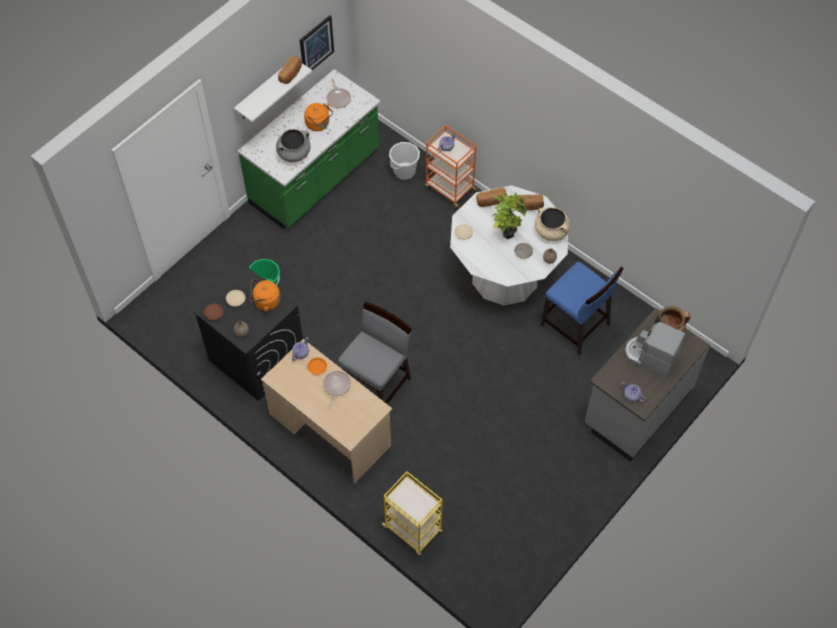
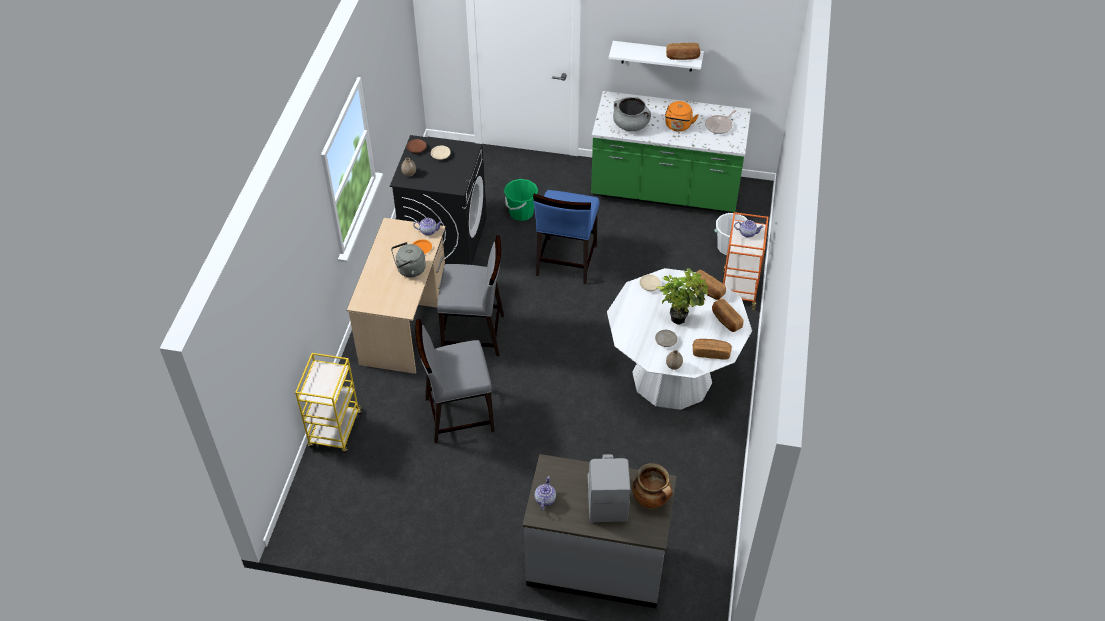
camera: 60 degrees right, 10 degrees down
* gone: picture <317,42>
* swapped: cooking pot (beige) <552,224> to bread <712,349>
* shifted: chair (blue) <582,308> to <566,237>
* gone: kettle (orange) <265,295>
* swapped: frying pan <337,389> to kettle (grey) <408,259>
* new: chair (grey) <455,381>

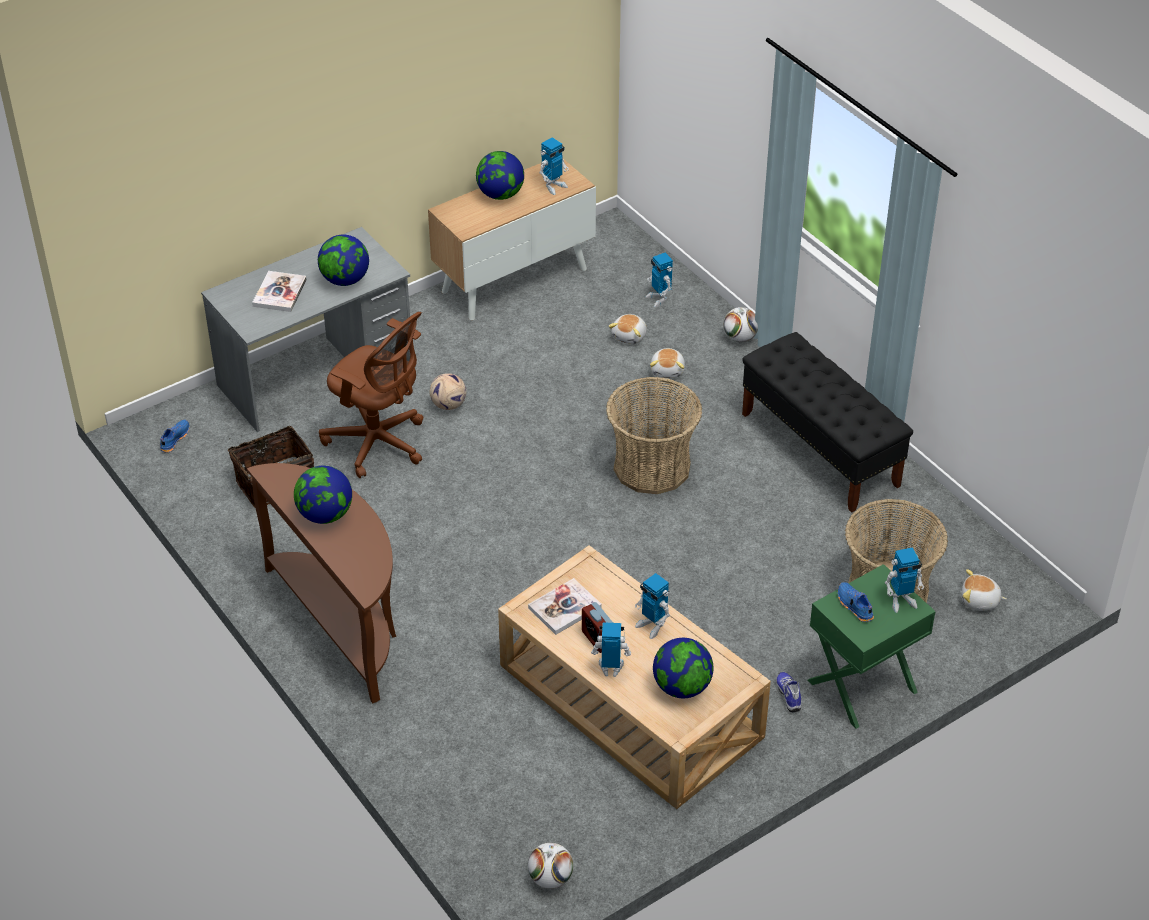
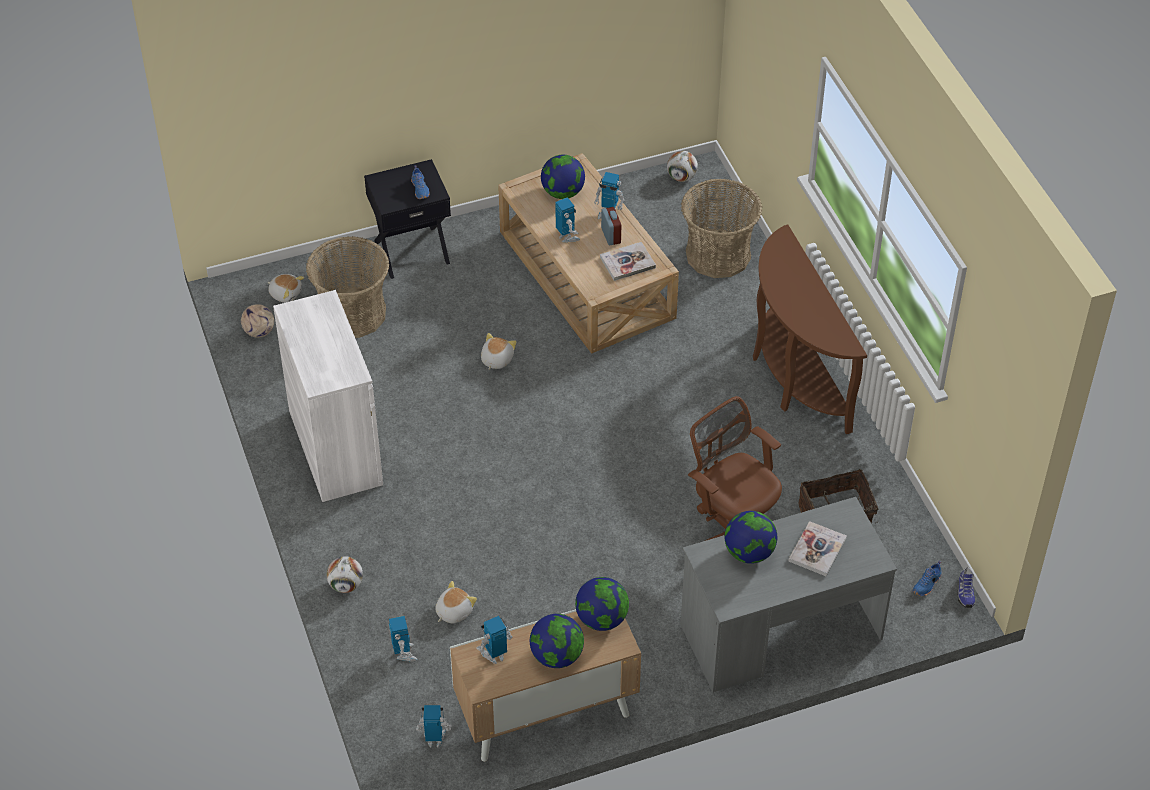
camera: 165 degrees left, 5 degrees up
* swapped: bench (black) <827,422> to cabinet (white) <328,396>
* shifted: plush toy <667,363> to <499,351>
* shifted: football <448,391> to <257,320>
* shifted: basket <654,435> to <721,228>
* shifted: globe <323,495> to <602,604>
* shifted: toy robot <904,580> to <434,726>
* repainted: nightstand (green) <871,646> to nightstand (black) <407,219>
* shifted: shoe <788,692> to <966,587>

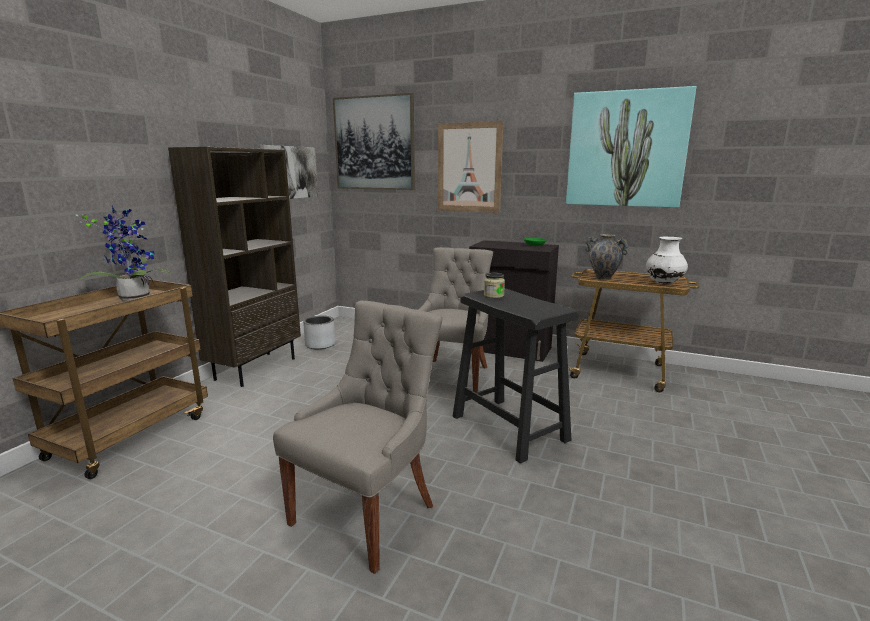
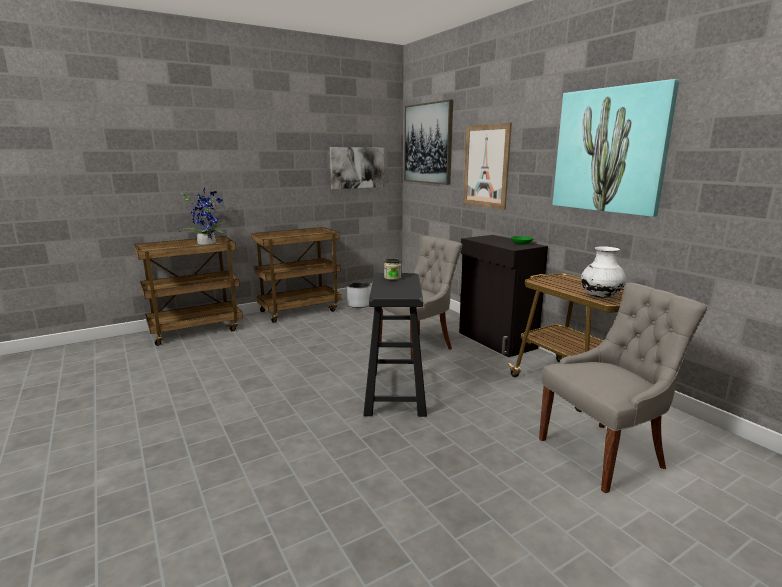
camera: 35 degrees right, 0 degrees up
* swapped: bookcase (brown) <234,267> to cart (brown) <296,275>
* gone: vase <606,257>
* shifted: chair (grey) <358,437> to <623,388>

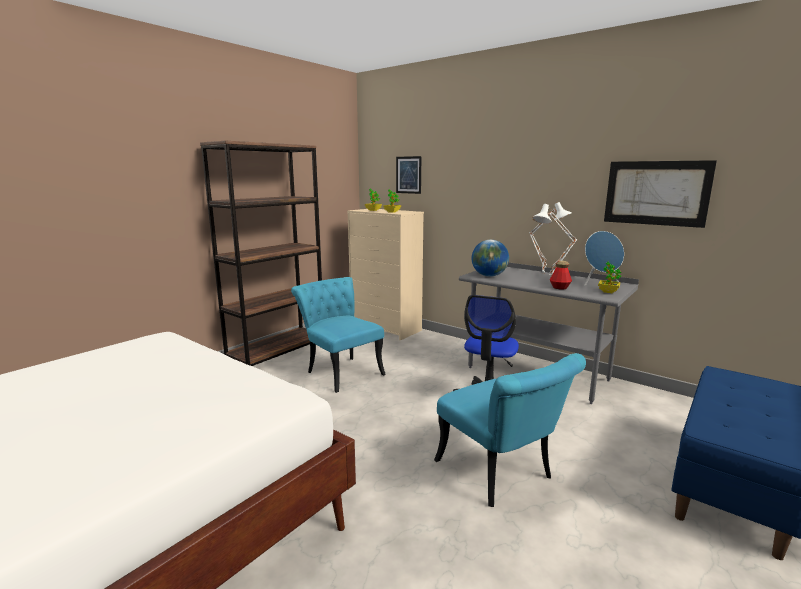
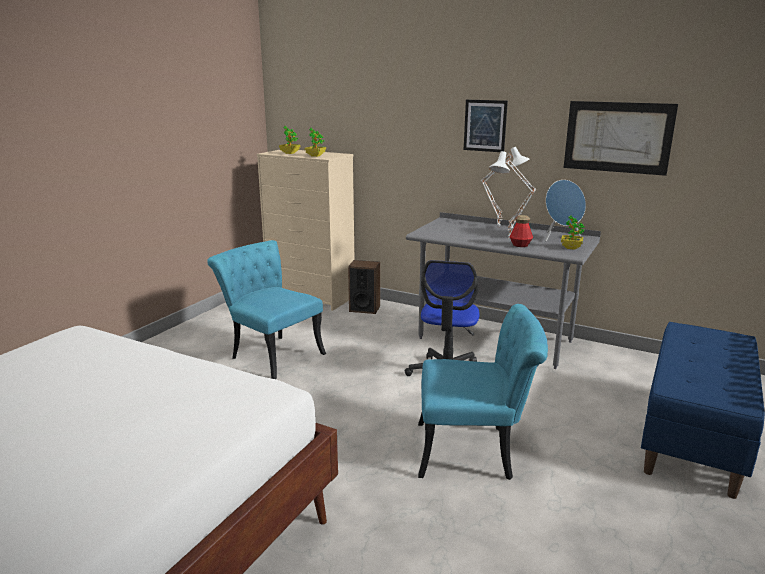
camera: 10 degrees left, 5 degrees up
* gone: bookcase (brown) <261,253>
* shifted: picture <408,175> to <486,126>
* gone: globe <490,258>
* rotated: chair (turquoise) <510,430> = <483,392> 45 degrees counterclockwise
* new: speaker <364,287>

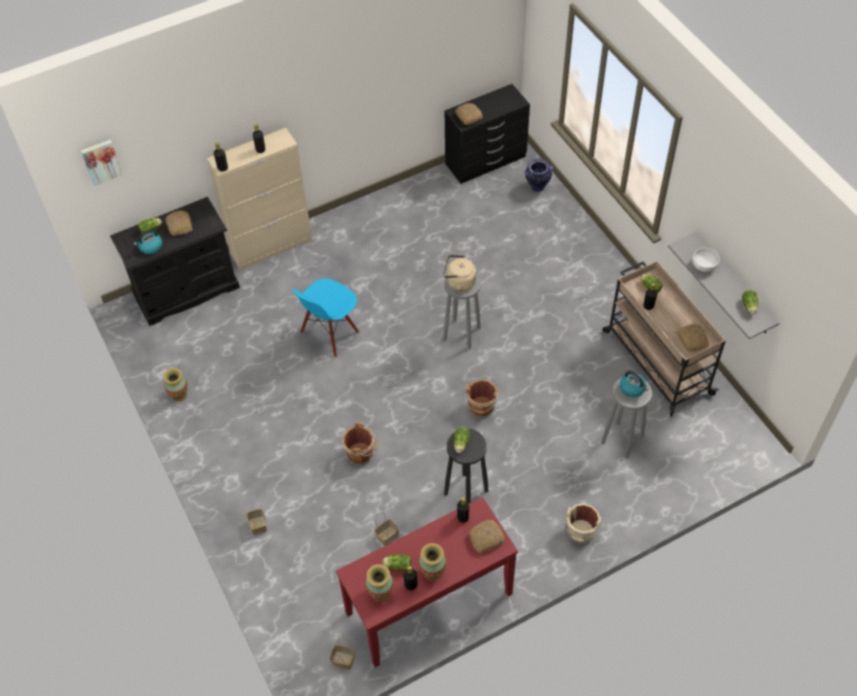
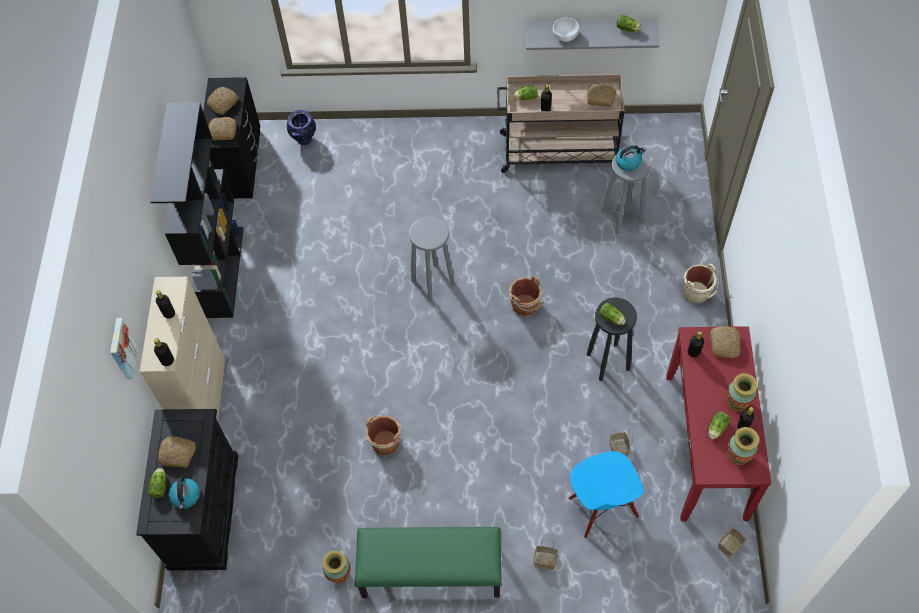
camera: 60 degrees left, 5 degrees up
* shifted: picture <102,163> to <124,348>
* gone: kettle (beige) <459,273>
* shifted: chair (blue) <325,317> to <606,494>
* shifted: bucket (brown) <360,443> to <385,436>
* new: bread <222,101>
* new: bookcase (black) <197,210>
* new: bench (green) <428,562>

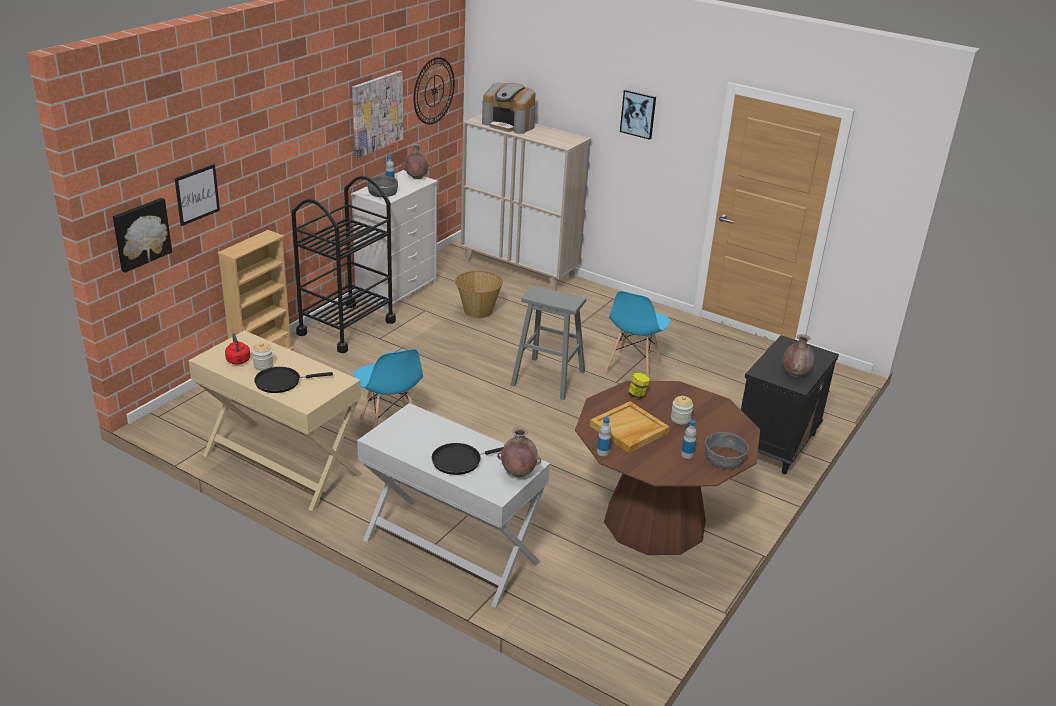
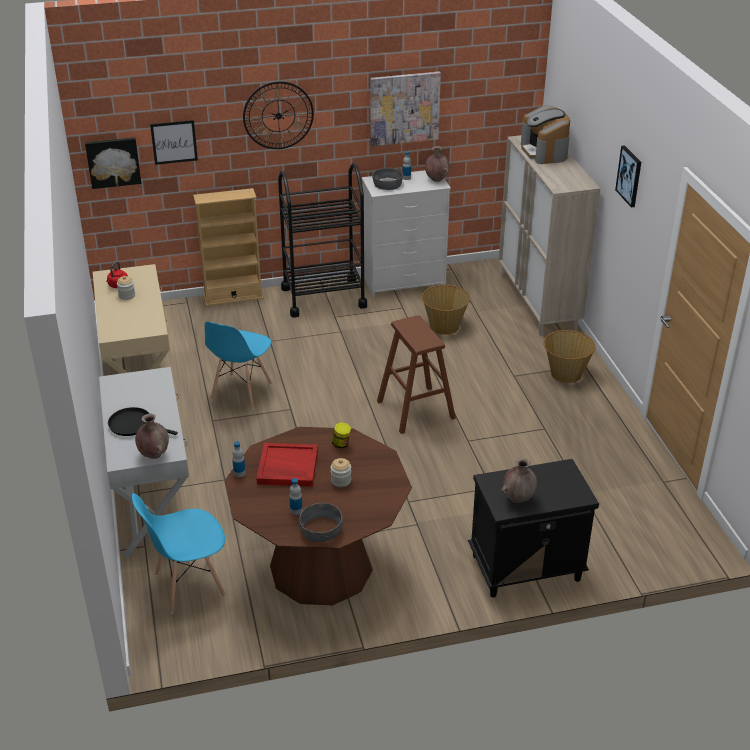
camera: 45 degrees right, 5 degrees up
* shifted: wall clock <434,91> to <278,115>
* repainted: stool (grey) <548,343> to stool (brown) <416,374>
* shifted: chair (blue) <637,334> to <179,553>
* gone: frying pan (black) <293,380>
* repainted: tray (beige) <630,427> to tray (red) <287,465>
* new: basket <569,356>

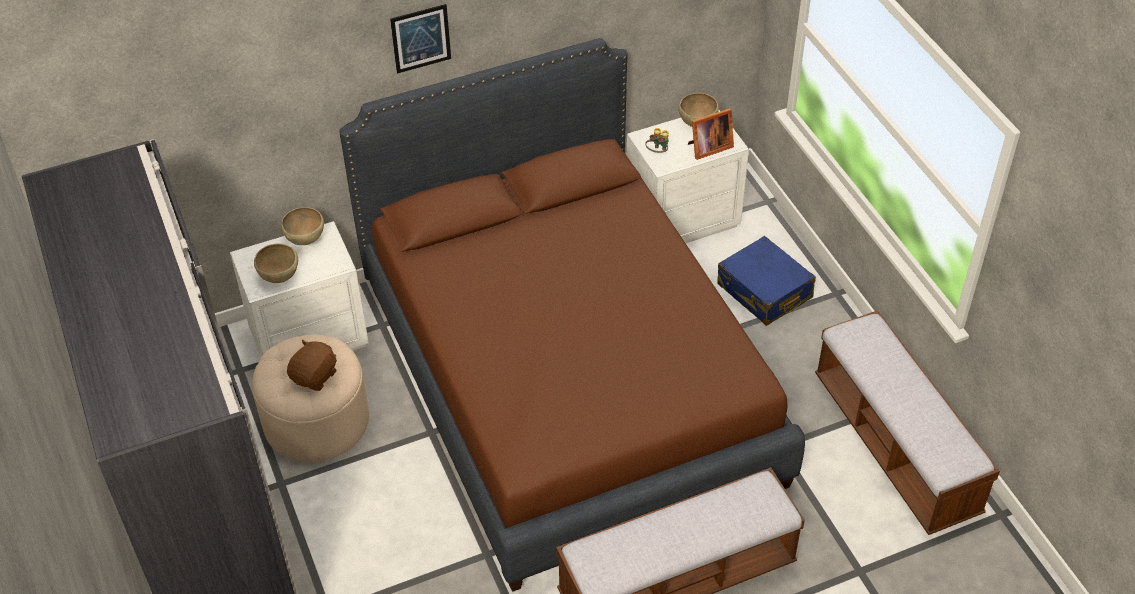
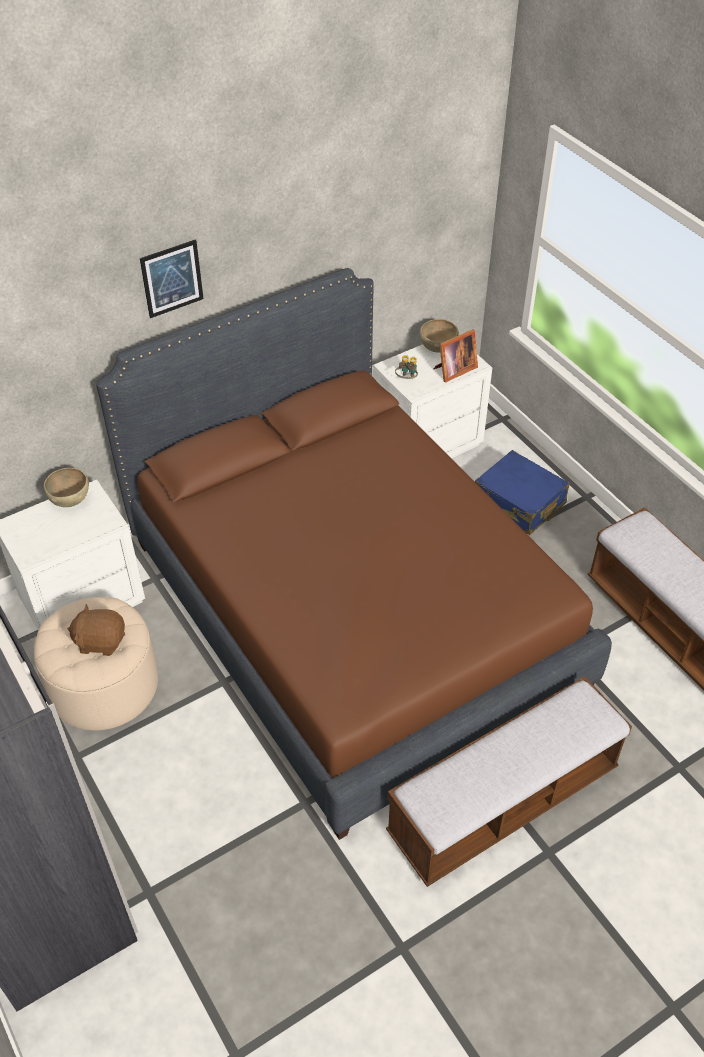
camera: 10 degrees left, 0 degrees up
* gone: bowl (brown) <276,263>
* rotated: plush toy (brown) <312,365> = <96,630> 105 degrees counterclockwise

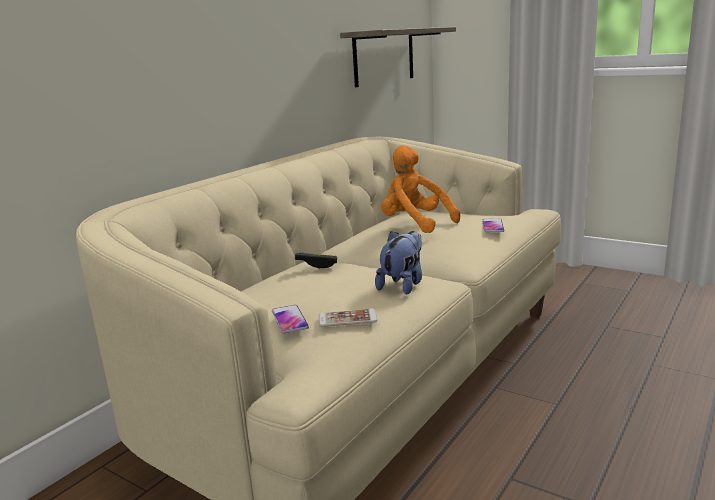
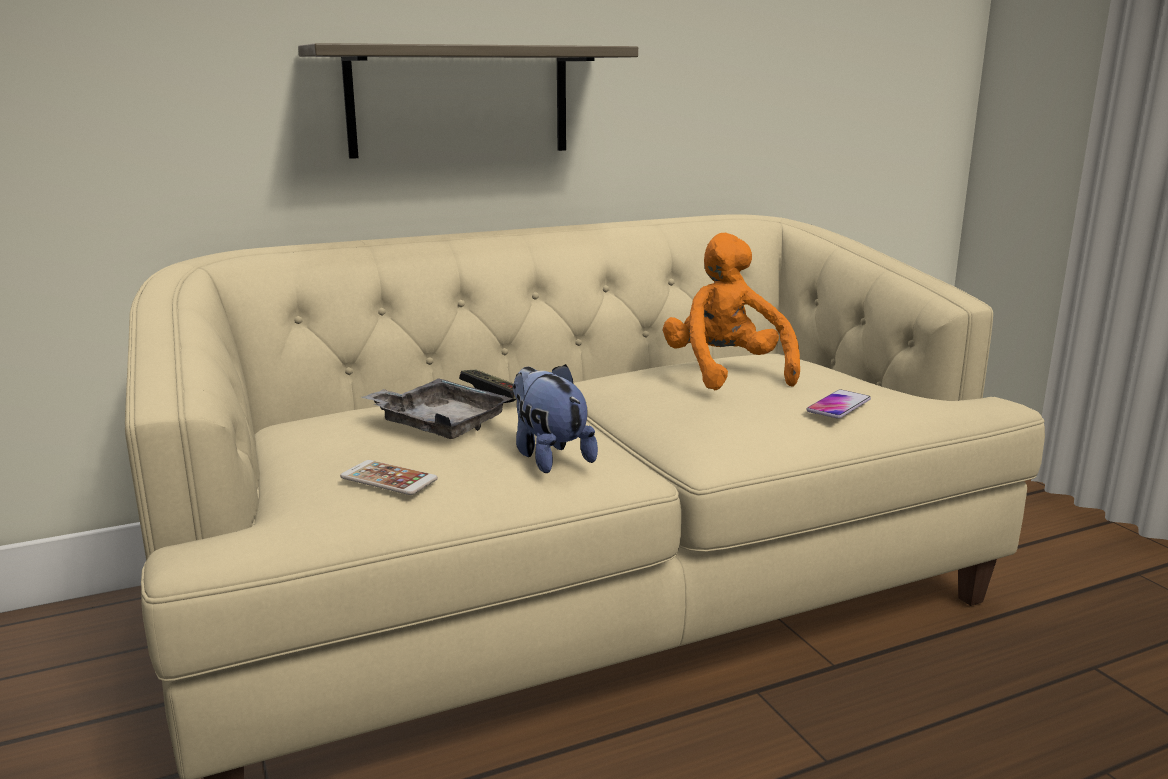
camera: 30 degrees right, 0 degrees up
* shifted: shelf <398,57> to <468,101>
* rotated: plush toy <398,263> = <555,418> 90 degrees counterclockwise
* gone: phone <290,319>
* new: tray (grey) <437,408>

